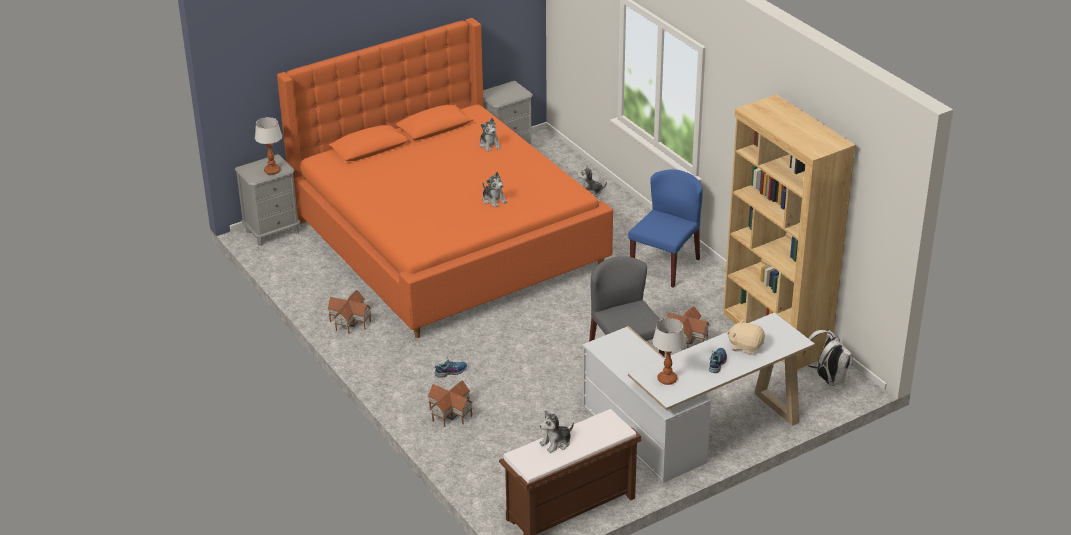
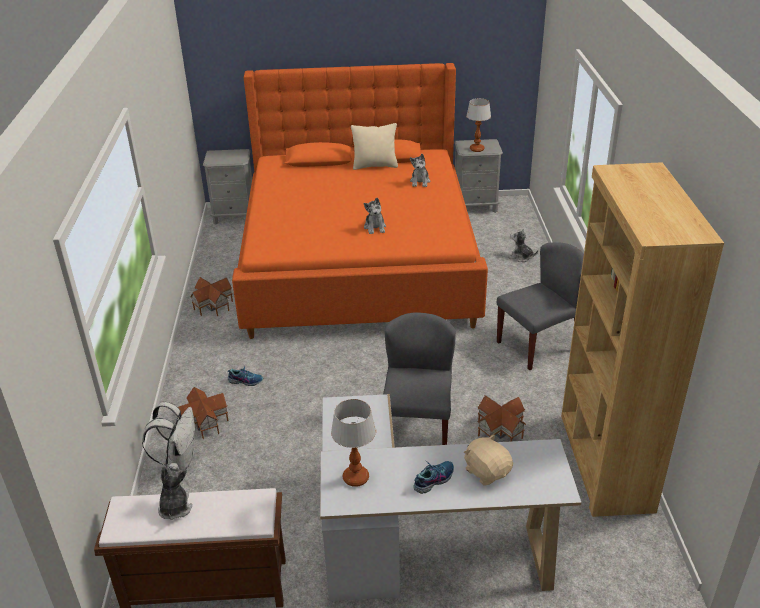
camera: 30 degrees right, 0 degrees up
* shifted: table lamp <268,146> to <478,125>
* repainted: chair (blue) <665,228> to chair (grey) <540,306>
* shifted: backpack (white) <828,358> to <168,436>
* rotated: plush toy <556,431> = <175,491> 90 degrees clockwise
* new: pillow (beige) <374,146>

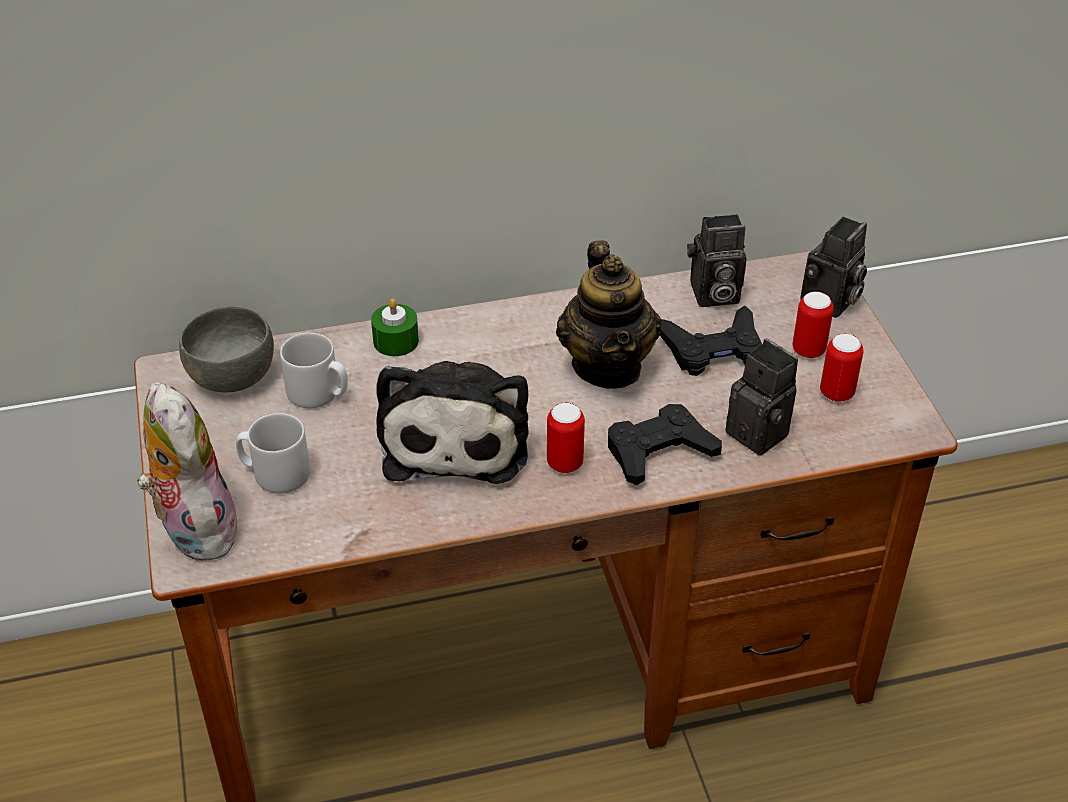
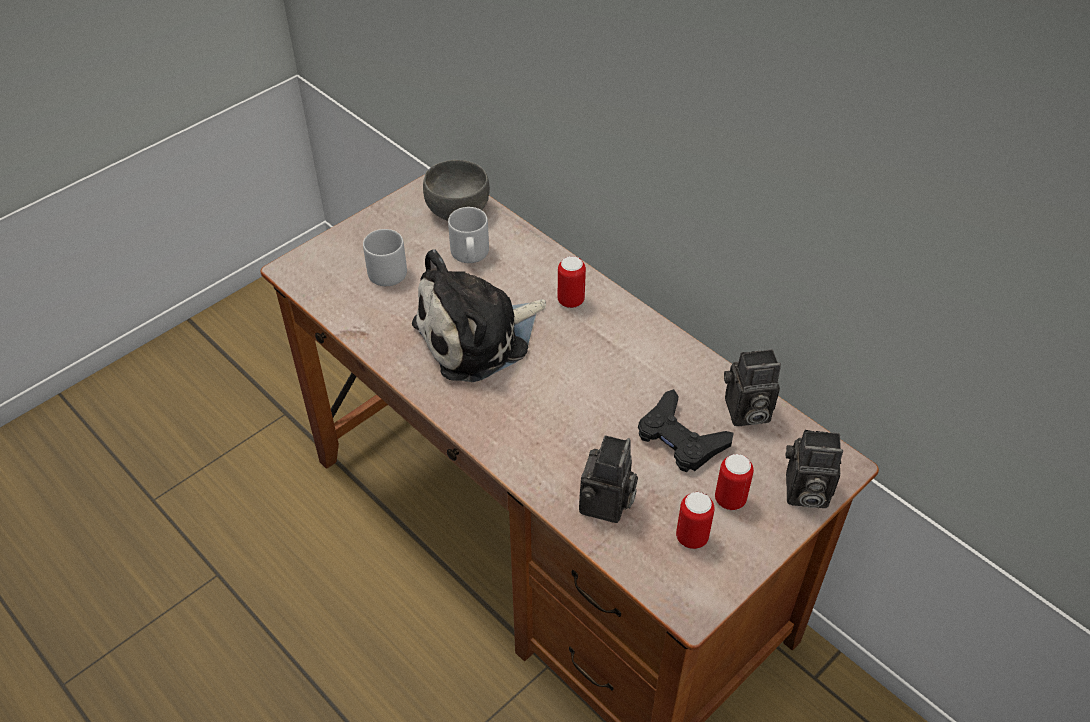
camera: 60 degrees right, 5 degrees up
* rotated: photo camera <717,260> = <752,387> 60 degrees counterclockwise
* gone: teapot <609,314>
* gone: candle (green) <395,327>
* gone: plush toy <187,471>
* shifted: can <566,438> to <572,282>
* gone: game controller (black) <665,444>

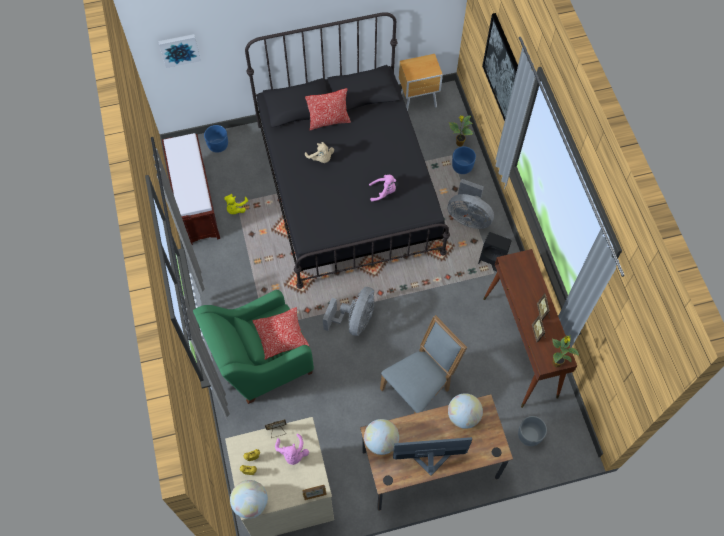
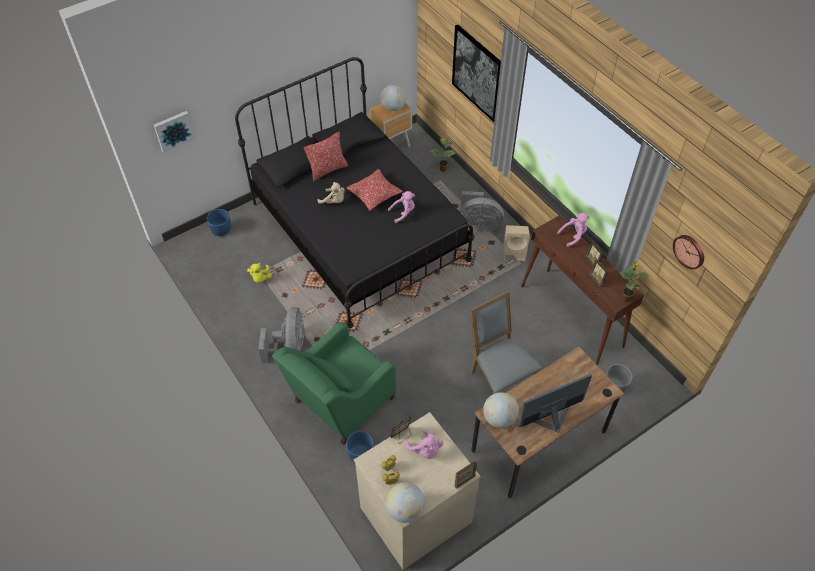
camera: 20 degrees left, 10 degrees down
* gone: bench (brown) <191,189>
* shifted: planter (blue) <464,160> to <360,446>
* repainted: speaker (black) <495,251> to speaker (beige) <516,243>
* shifted: fan (grey) <348,311> to <281,335>
* shifted: pillow <280,333> to <374,190>
* rotated: chair (grey) <423,364> = <506,342> 60 degrees counterclockwise
* shifted: globe <465,411> to <393,97>
* new: plush toy (pink) <573,230>
* new: wall clock <688,252>

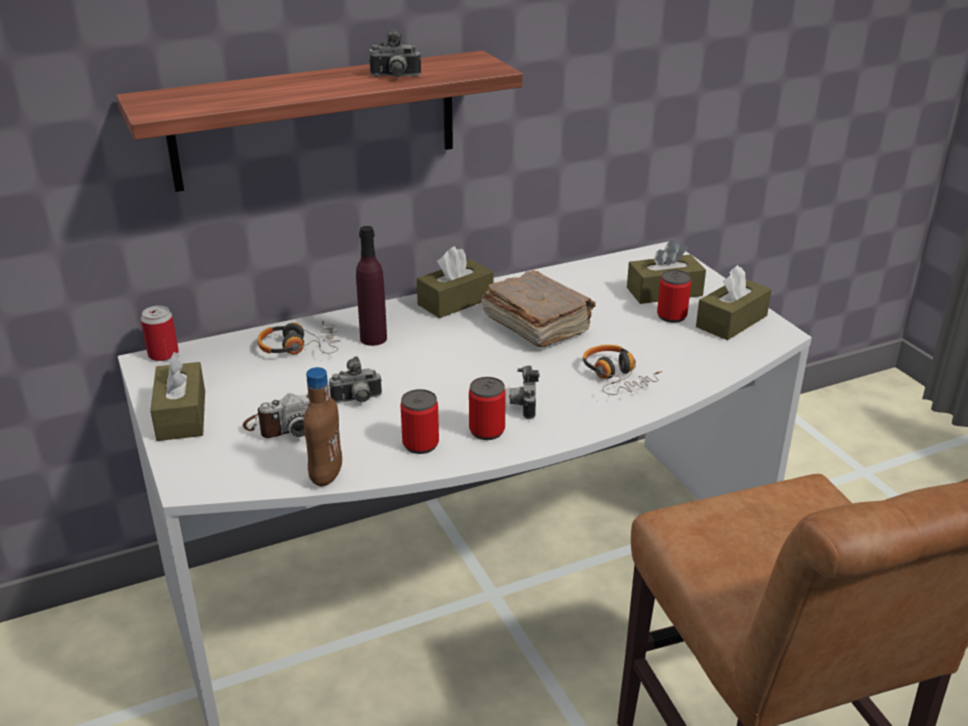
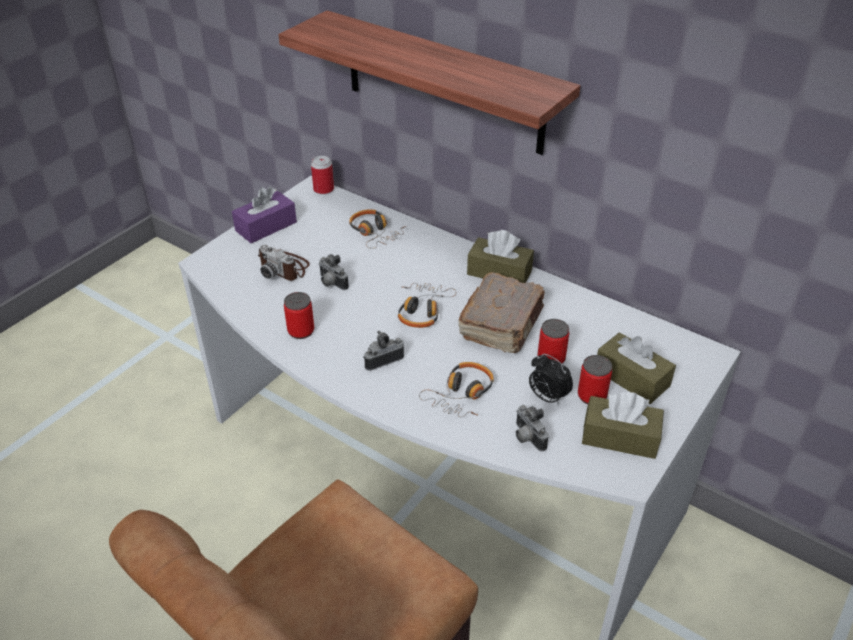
camera: 60 degrees right, 10 degrees up
* shifted: photo camera <394,53> to <532,428>
* gone: bottle (purple) <371,286>
* repainted: tissue box (brown) <177,396> to tissue box (purple) <264,215>
* gone: bottle (brown) <322,426>
* shifted: can <487,408> to <553,341>
* new: headphones <427,305>
* new: alarm clock <551,380>

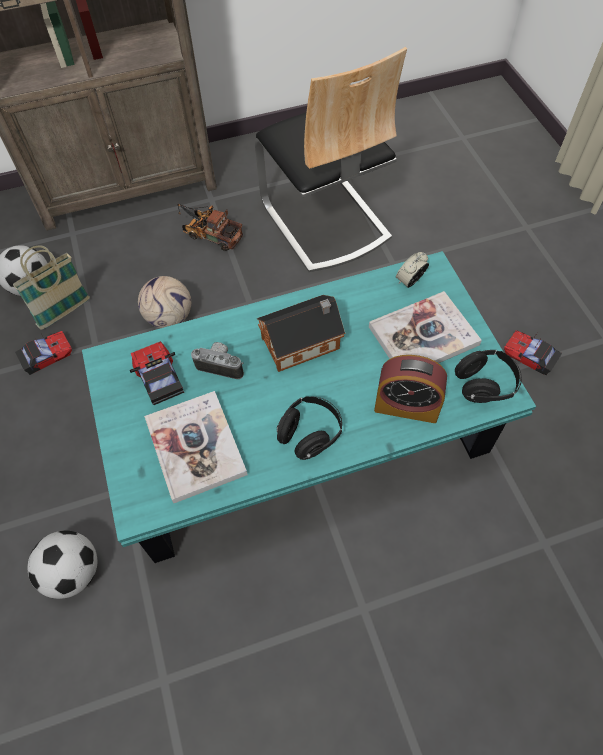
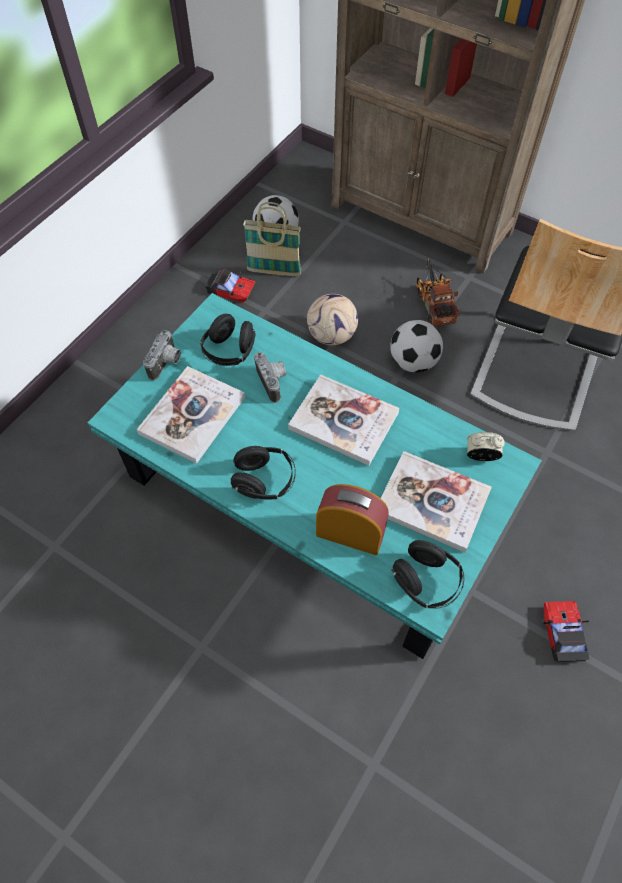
camera: 50 degrees right, 0 degrees up
* swapped: toy house <301,333> to book <343,420>
* swapped: toy car <157,373> to headphones (black) <228,340>
* rotated: alarm clock <410,389> = <352,519> 135 degrees clockwise
* shifted: football <62,565> to <416,346>
* new: photo camera <162,355>

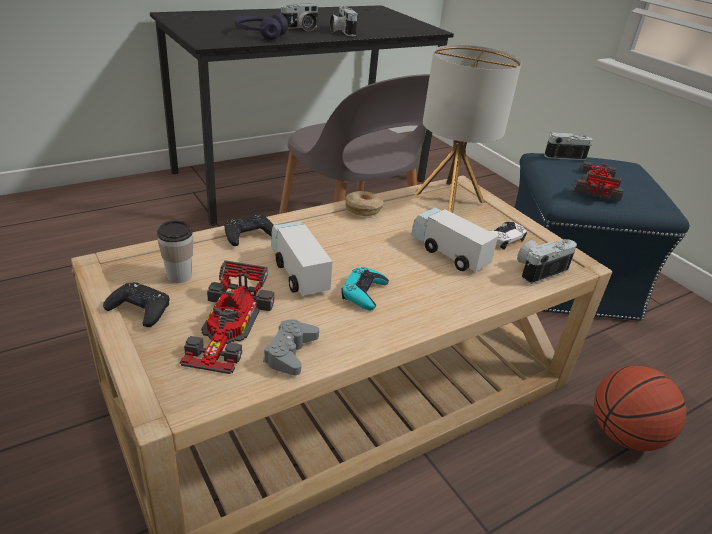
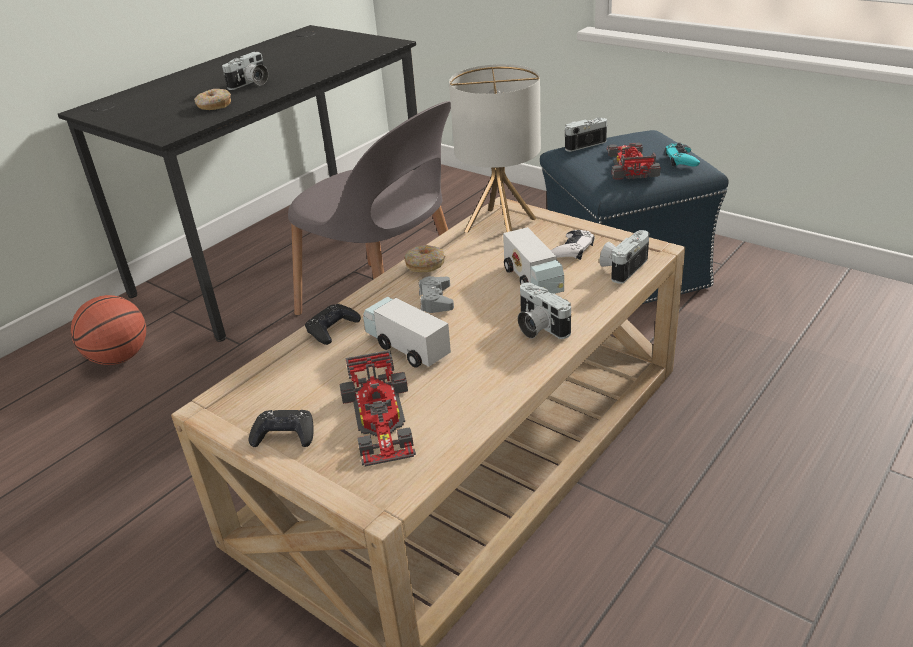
camera: 15 degrees left, 0 degrees up
* shifted: photo camera <344,21> to <544,310>
* swapped: headphones (purple) <261,26> to donut <212,99>
* rotated: toy truck <455,239> = <533,260> 135 degrees counterclockwise
* gone: cup <175,251>
* shifted: game controller (turquoise) <365,289> to <682,155>
* shifted: game controller (grey) <291,347> to <436,294>
* shifted: basketball <640,408> to <108,330>

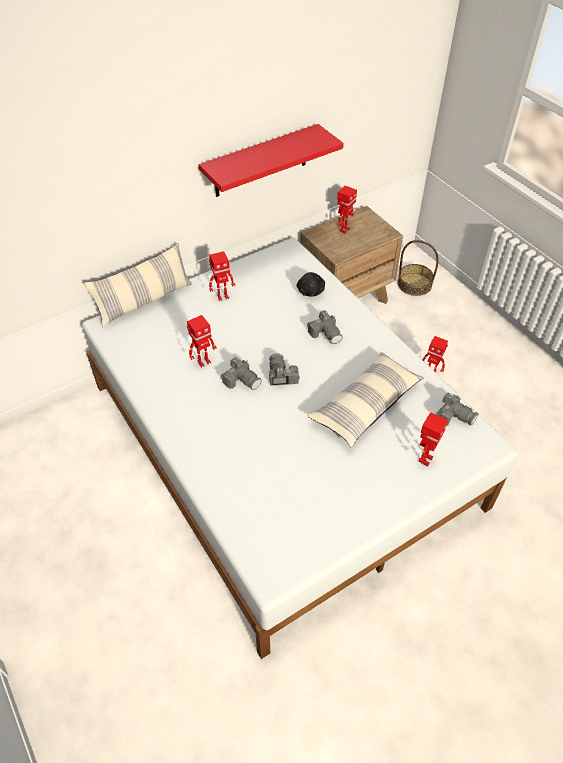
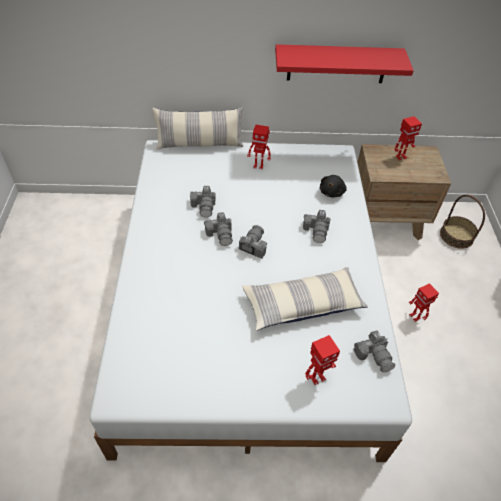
camera: 30 degrees right, 0 degrees up
* swapped: toy robot <202,341> to photo camera <203,202>

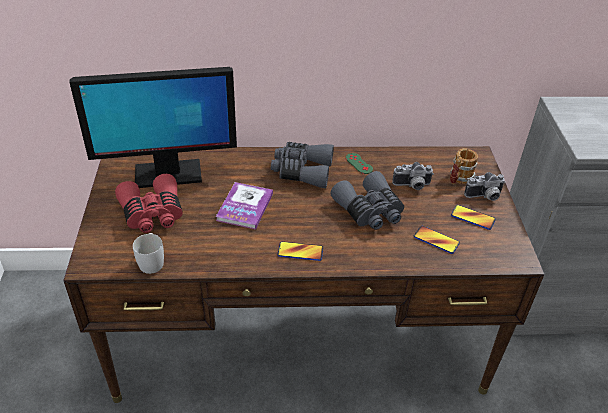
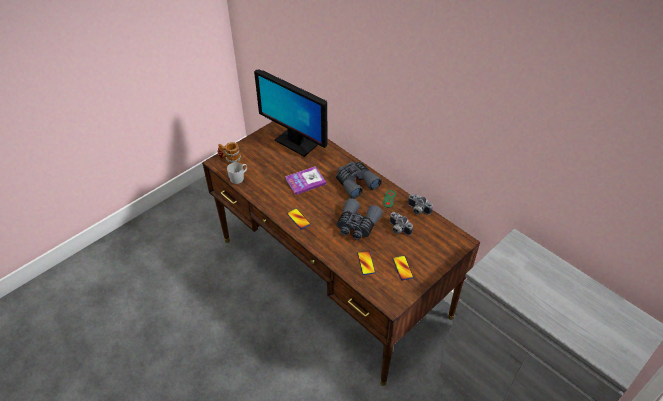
camera: 50 degrees right, 5 degrees up
* shifted: mug <464,166> to <229,153>
* shifted: photo camera <485,186> to <420,204>
* gone: binoculars (red) <149,203>

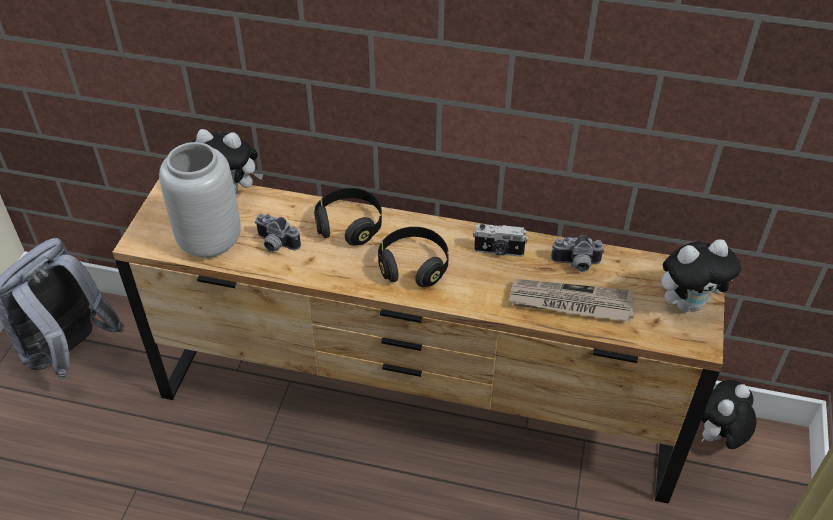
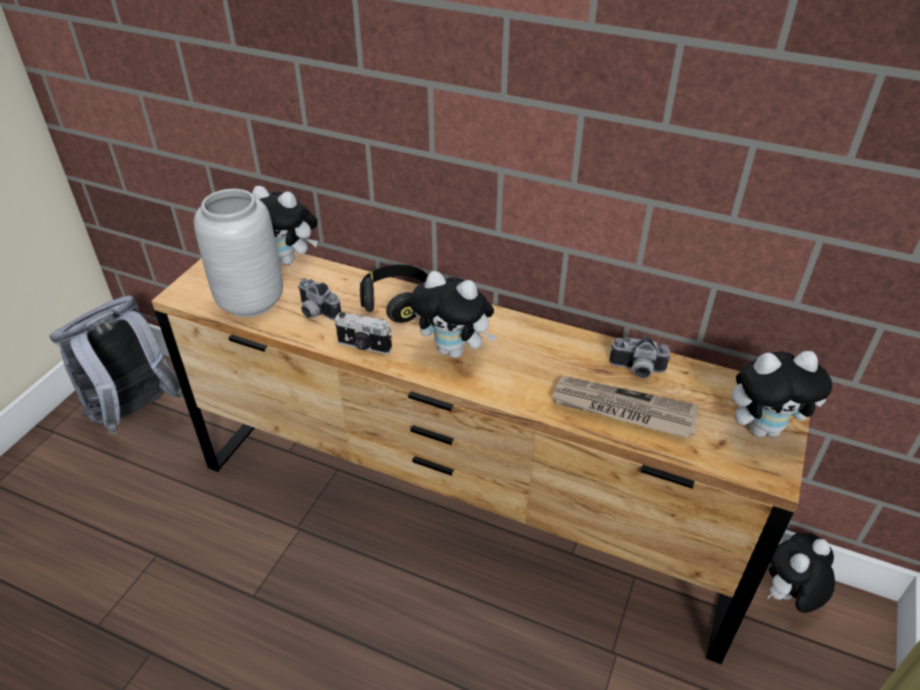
camera: 10 degrees right, 5 degrees down
* shifted: photo camera <500,240> to <363,333>
* swapped: headphones (black) <413,257> to plush toy <453,314>

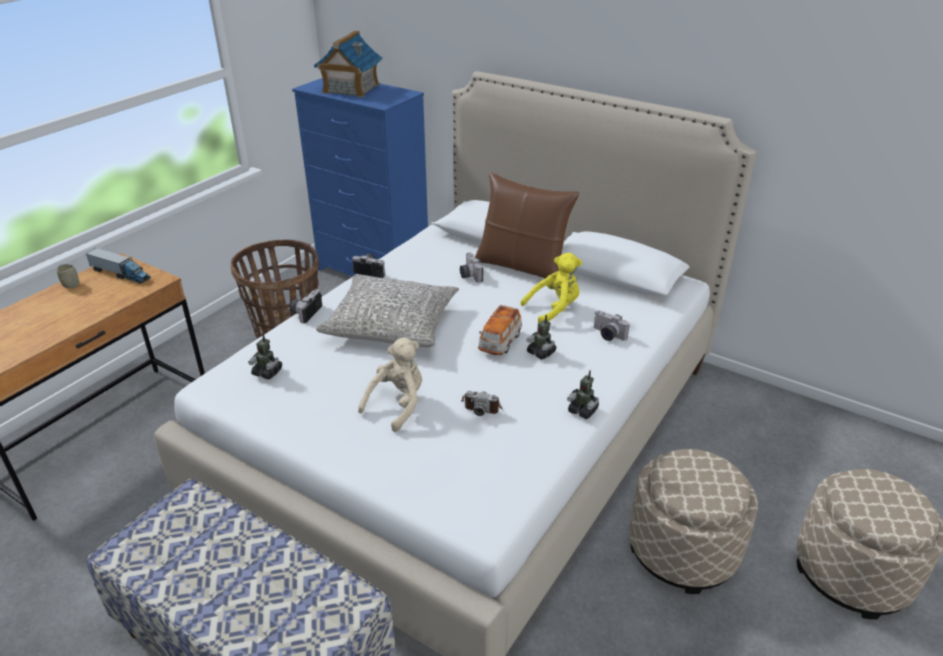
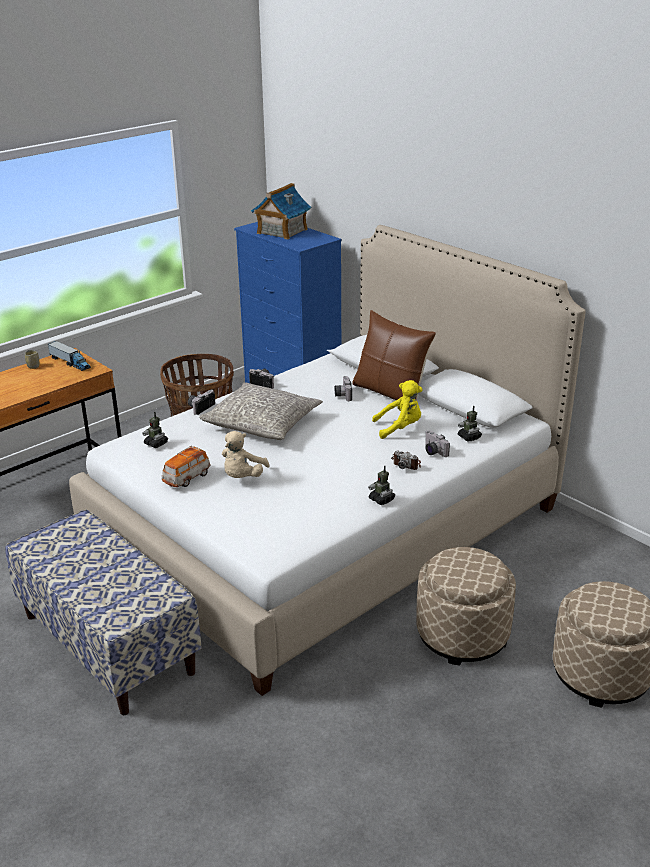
camera: 15 degrees right, 5 degrees down
* shifted: toy car <500,330> to <186,466>
* shifted: toy robot <541,337> to <470,424>
* rotated: plush toy (beige) <390,384> = <246,454> 150 degrees clockwise
* shifted: photo camera <481,403> to <406,460>

